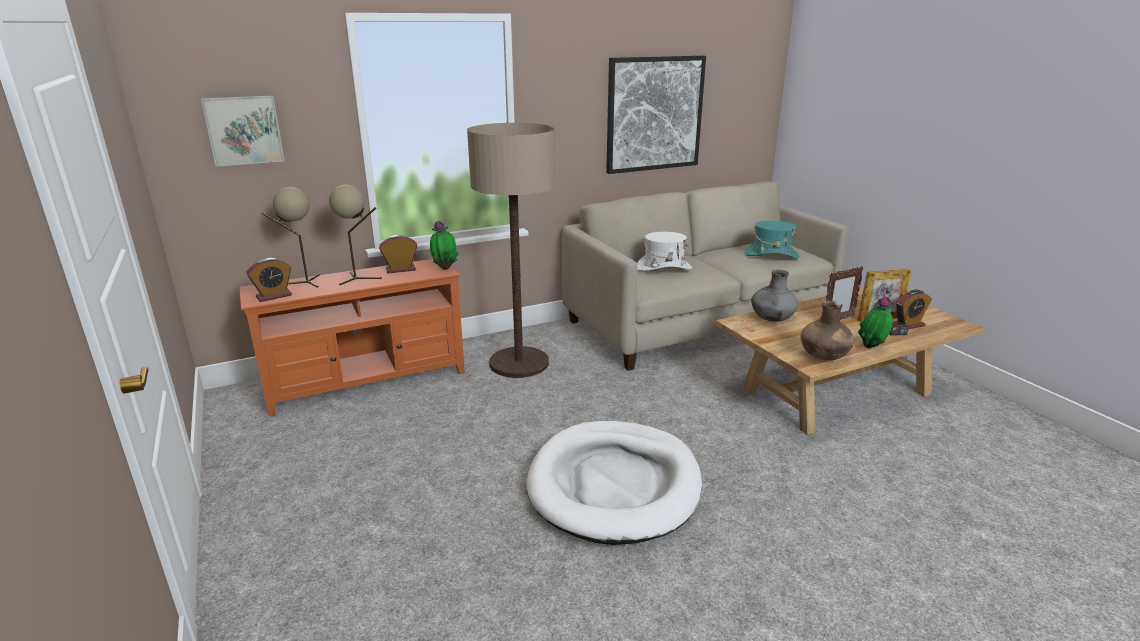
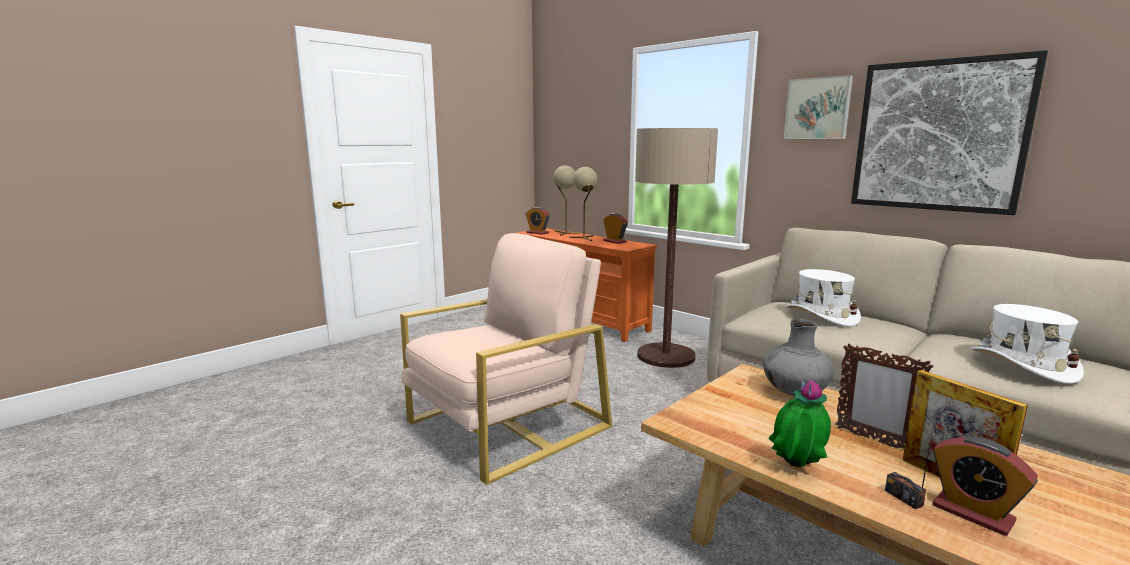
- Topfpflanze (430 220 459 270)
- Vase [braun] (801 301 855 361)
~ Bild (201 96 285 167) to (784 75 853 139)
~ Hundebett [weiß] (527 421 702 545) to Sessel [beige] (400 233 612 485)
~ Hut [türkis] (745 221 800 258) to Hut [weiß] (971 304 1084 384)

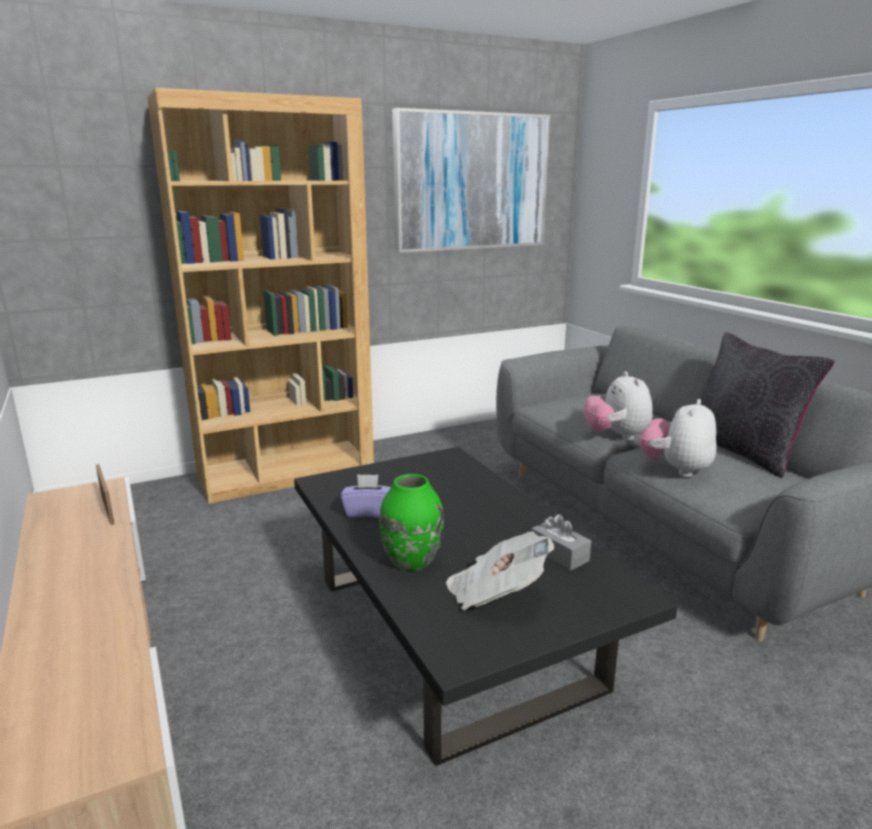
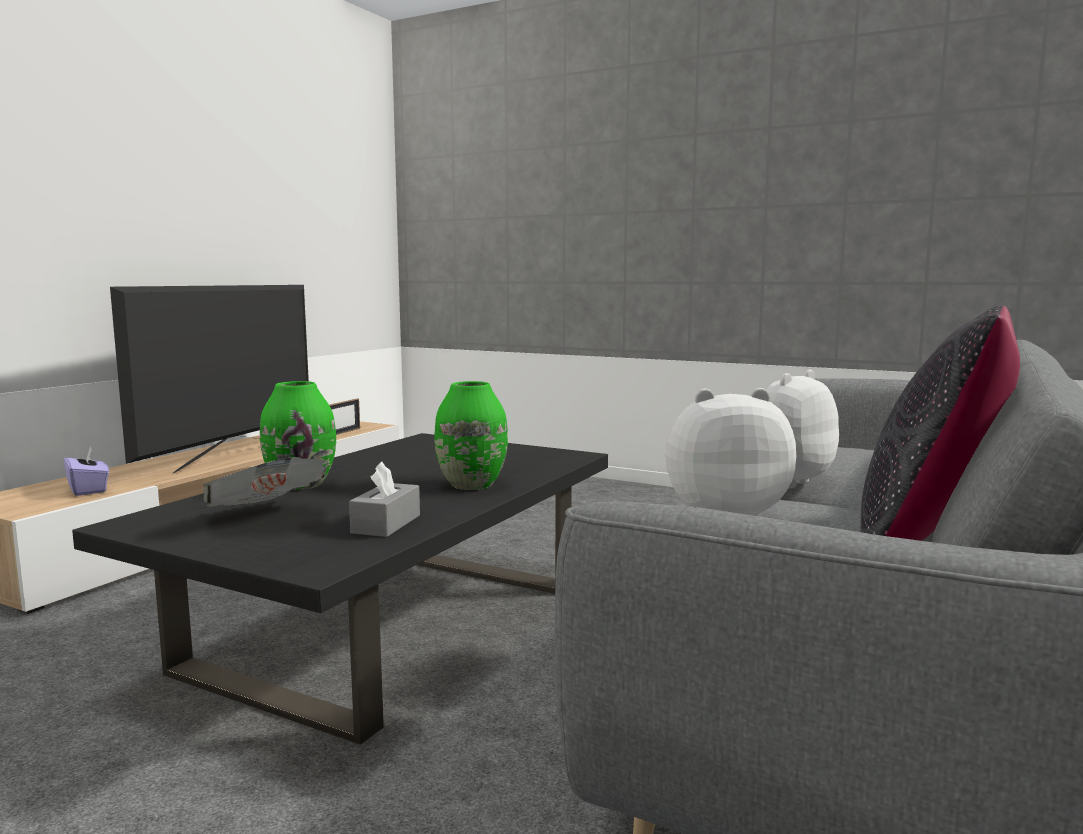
- Bücherregal [braun] (147 88 374 504)
- Bild (392 108 550 253)
+ Fernseher (110 285 309 474)
+ Vase [grün] (435 381 508 490)
~ Taschentuchbox [lila] (341 474 391 517) to (64 446 109 496)

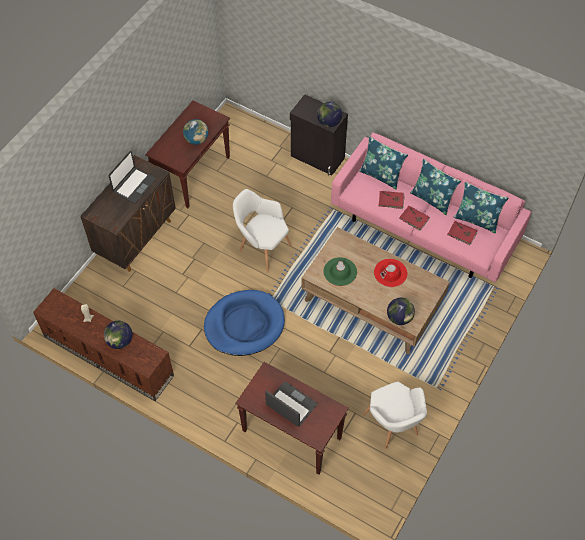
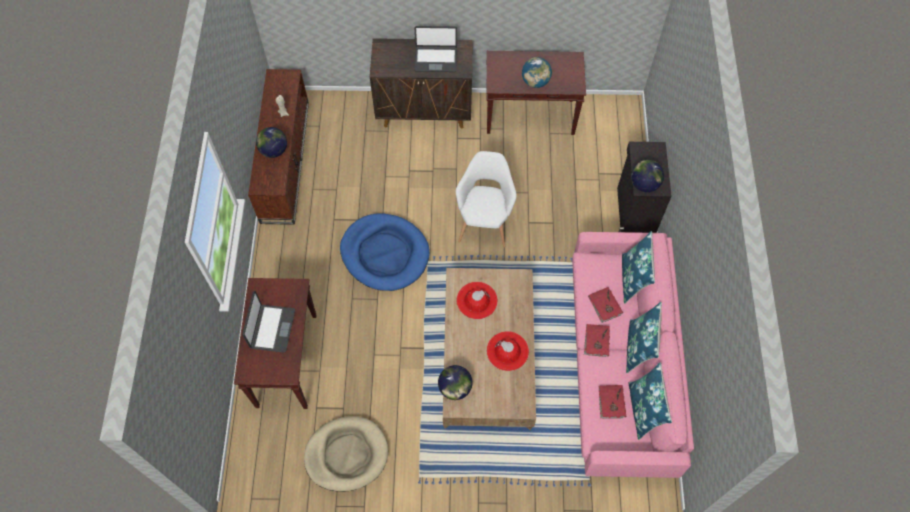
~ Sessel [weiß] (362 382 427 449) to Hundebett [beige] (304 416 388 492)
~ Hut [grün] (323 257 357 286) to Hut [rot] (457 282 498 319)

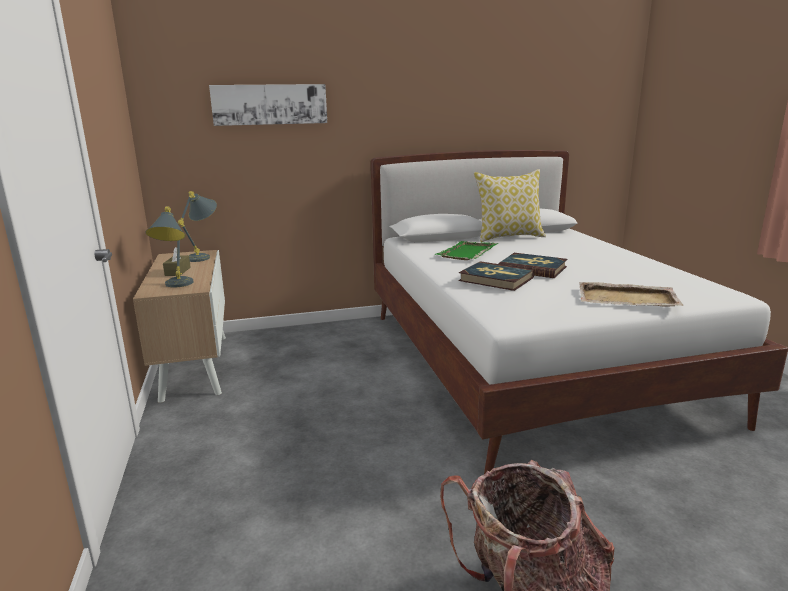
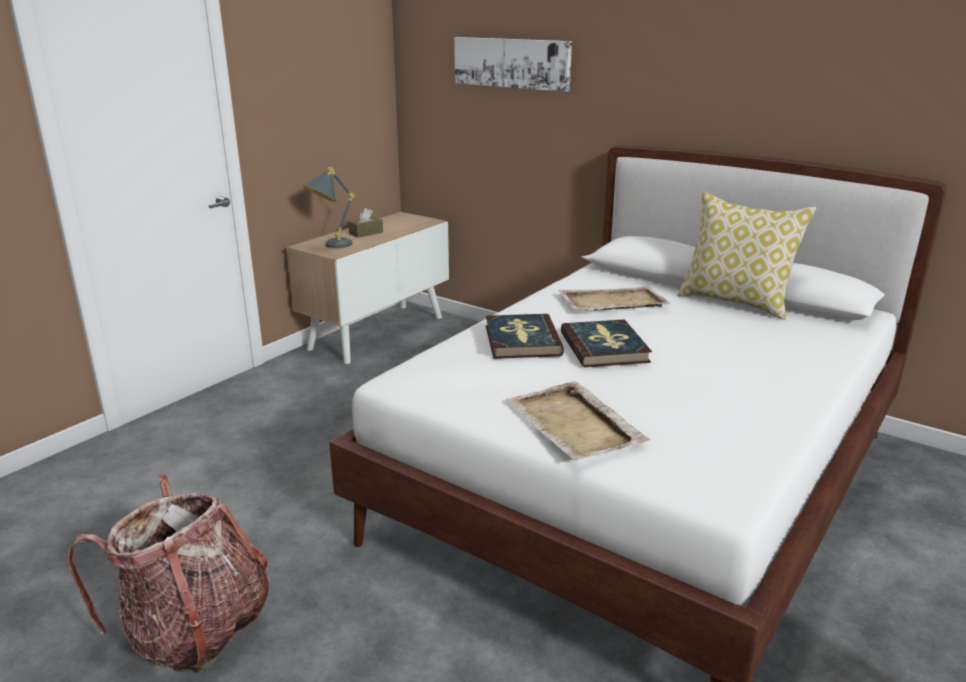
- Tischlampe [grau] (178 191 217 262)
~ Tablett [grün] (434 241 499 260) to Tablett [beige] (558 286 671 311)

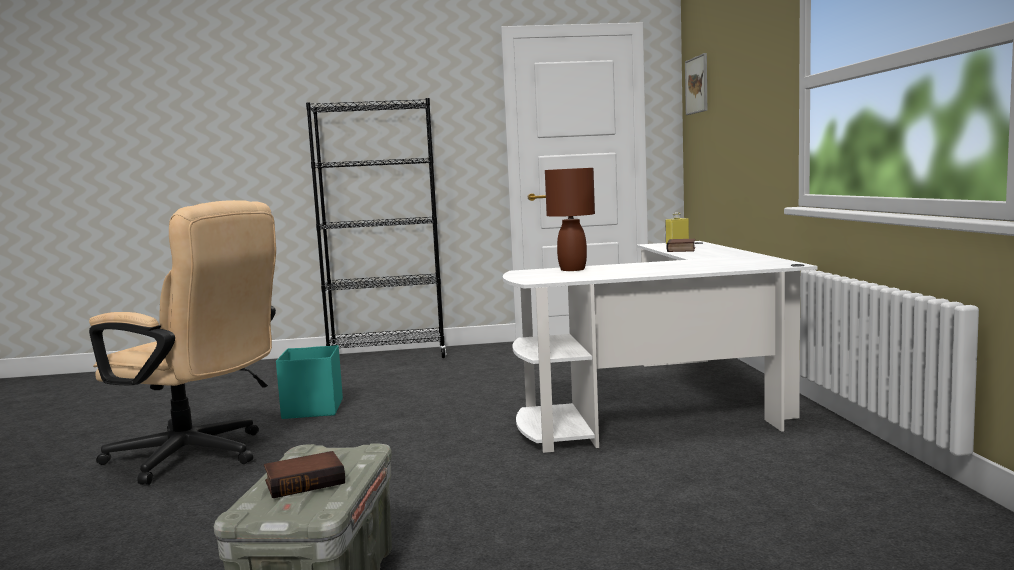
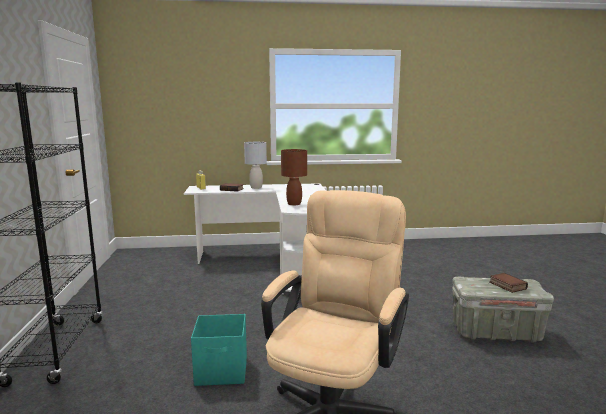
- Bild (685 53 707 115)
+ Tischlampe [grau] (244 142 267 189)

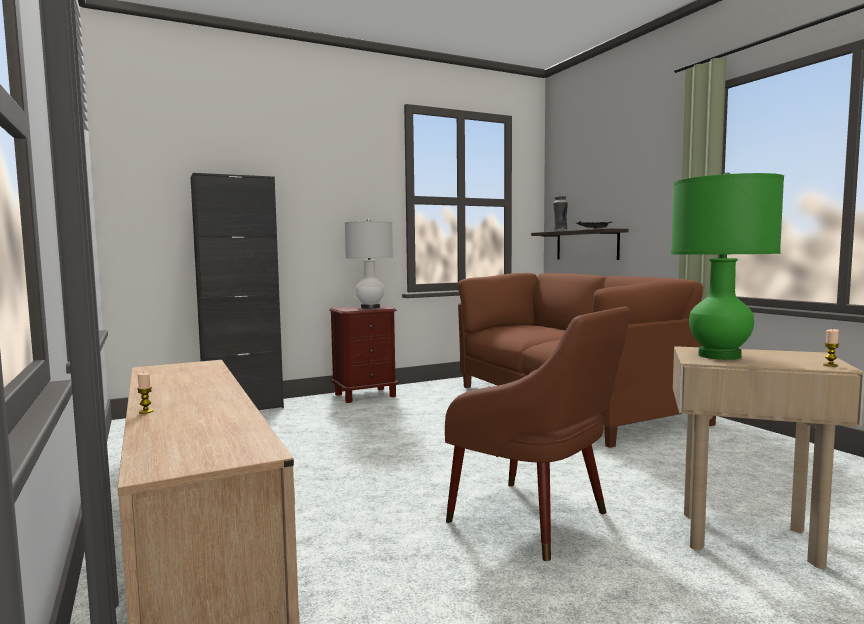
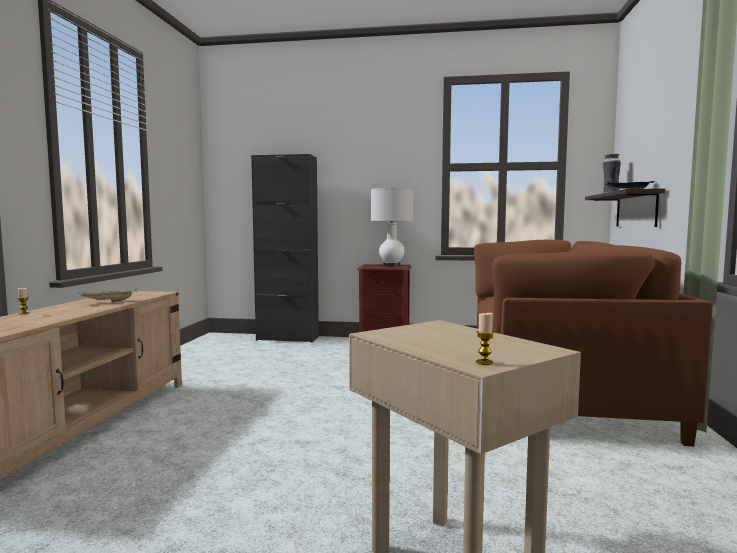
- Sessel [braun] (445 307 630 561)
- Tischlampe [grün] (671 173 784 360)
+ Tablett [beige] (78 288 138 302)

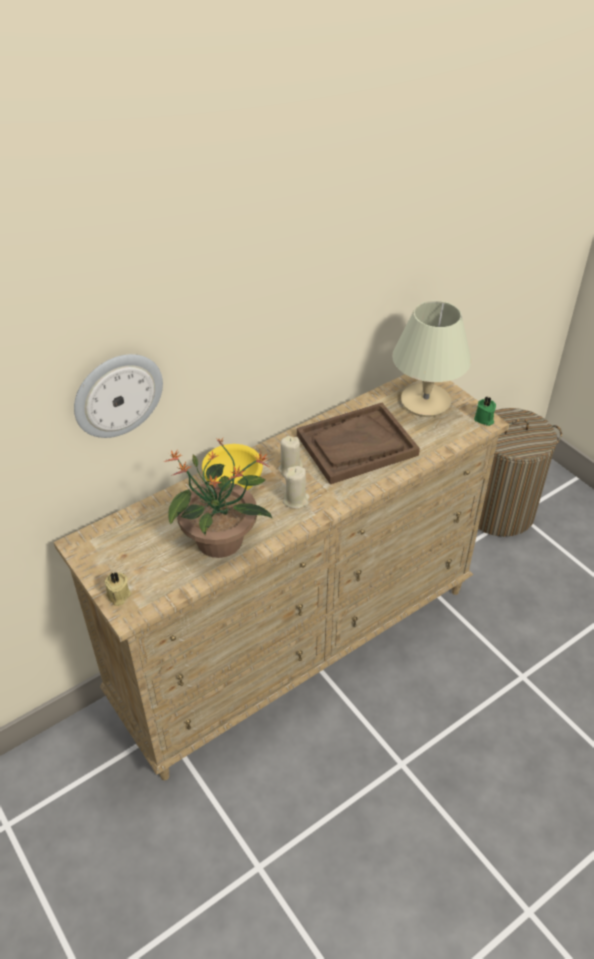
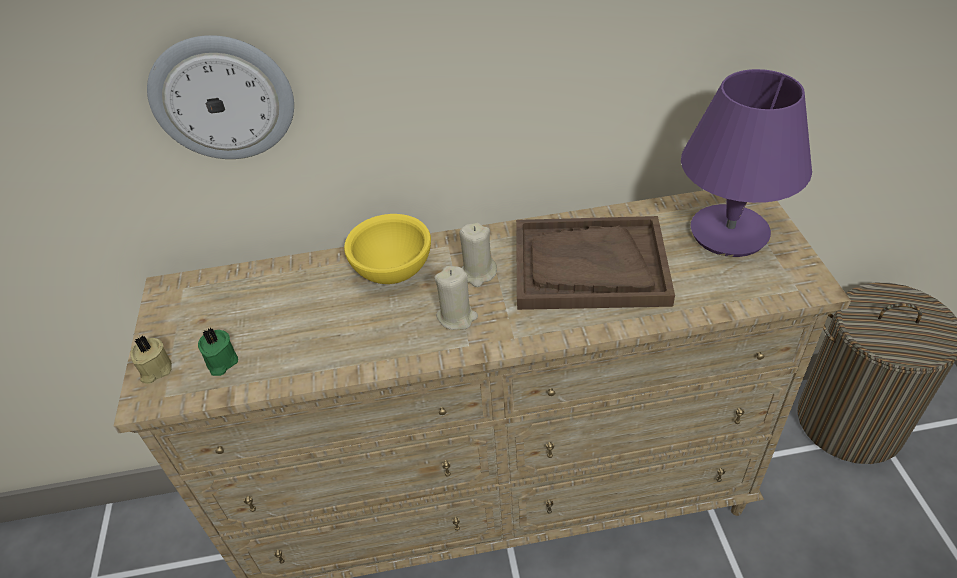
- Topfpflanze (163 438 273 558)
~ Kerze [grün] (474 397 496 426) to (198 328 238 376)
~ Tischlampe [beige] (392 301 471 417) to Tischlampe [lila] (681 69 812 257)

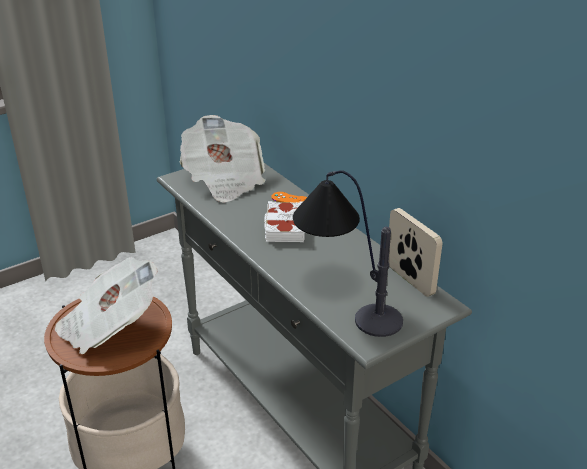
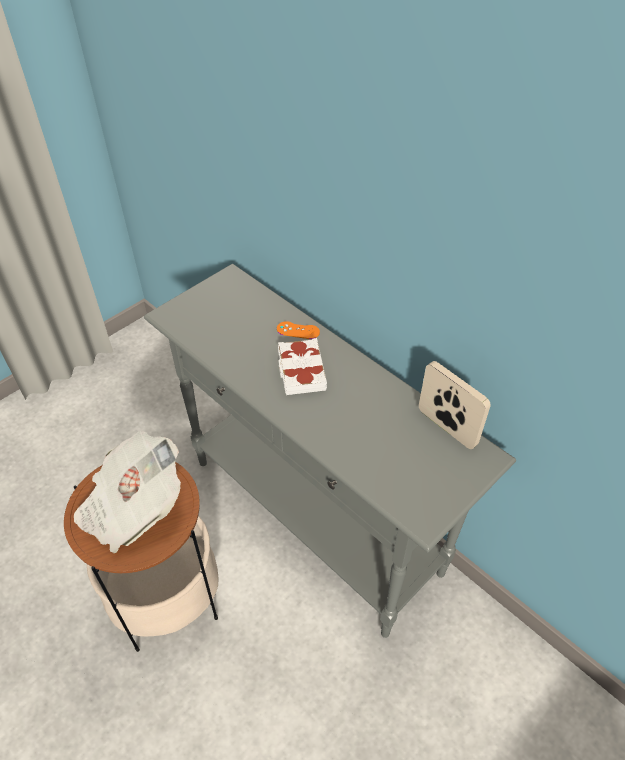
- Zeitung (179 115 265 203)
- Tischlampe (293 170 403 337)

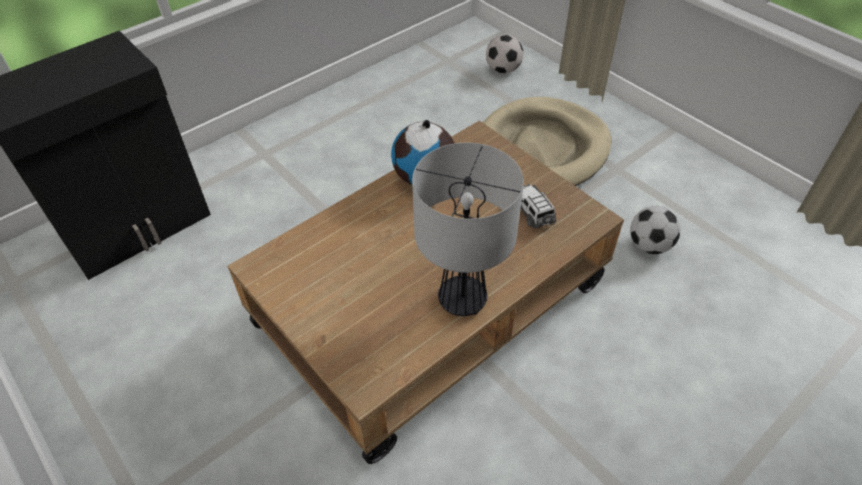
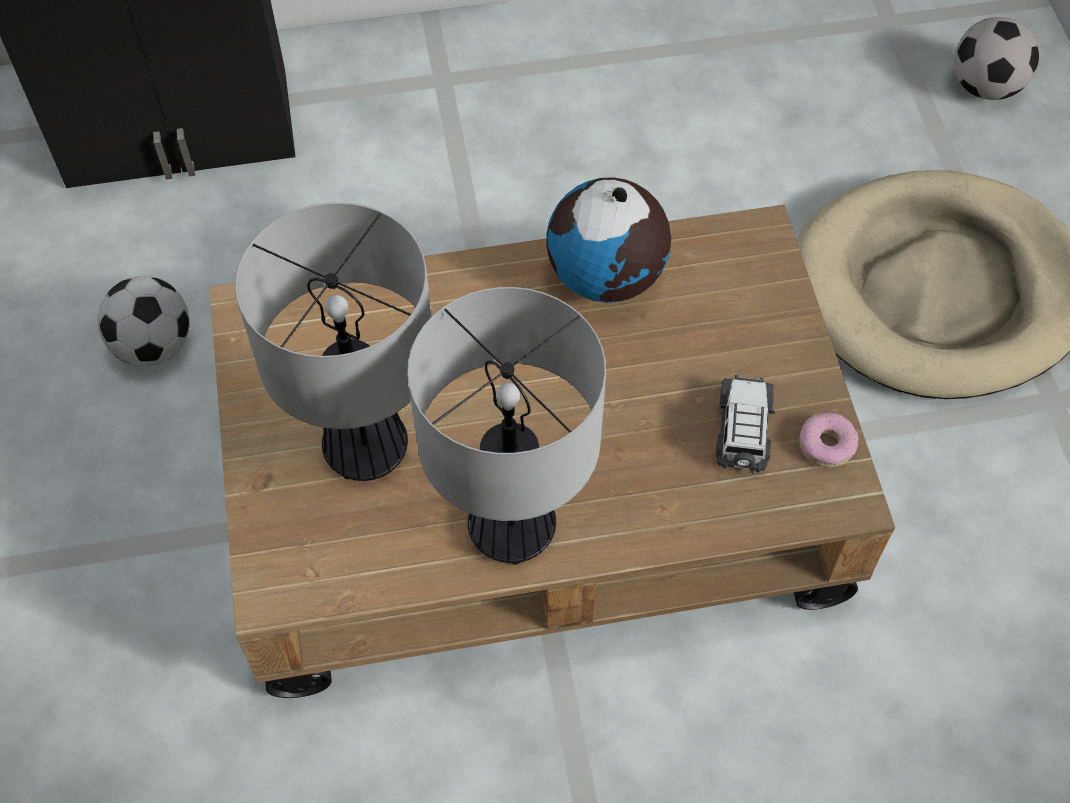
+ Tischlampe (235 202 432 481)
+ Donut (799 413 859 468)
~ Fußball (630 206 680 254) to (97 276 190 366)

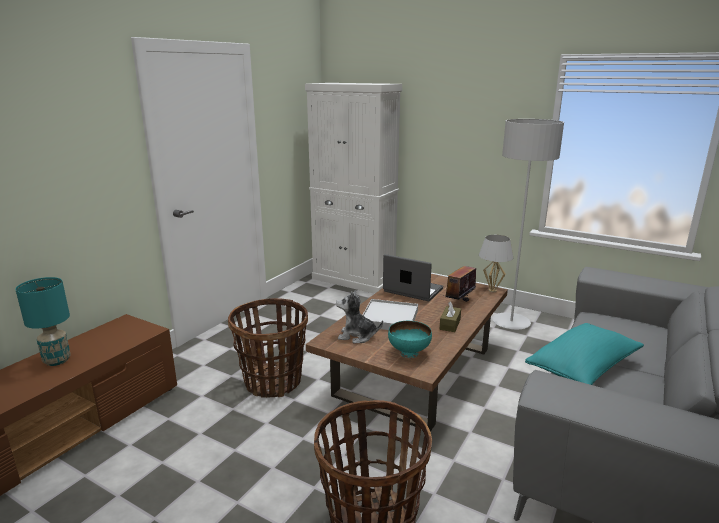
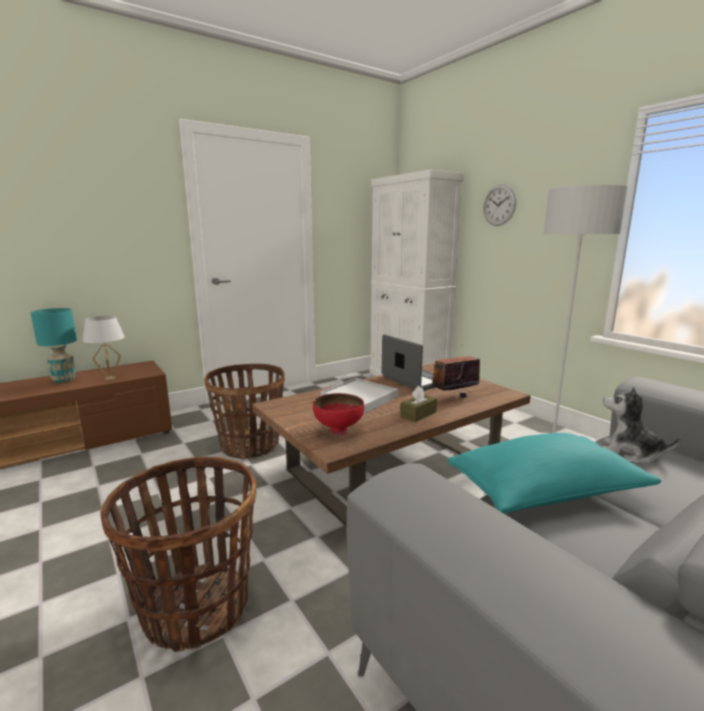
+ Wanduhr (483 185 516 226)
~ Plüschtier (336 291 383 344) to (602 387 681 463)
~ Tischlampe [weiß] (479 235 513 292) to (82 316 125 380)
~ Schüssel [türkis] (388 321 432 358) to Schüssel [rot] (313 393 364 436)

